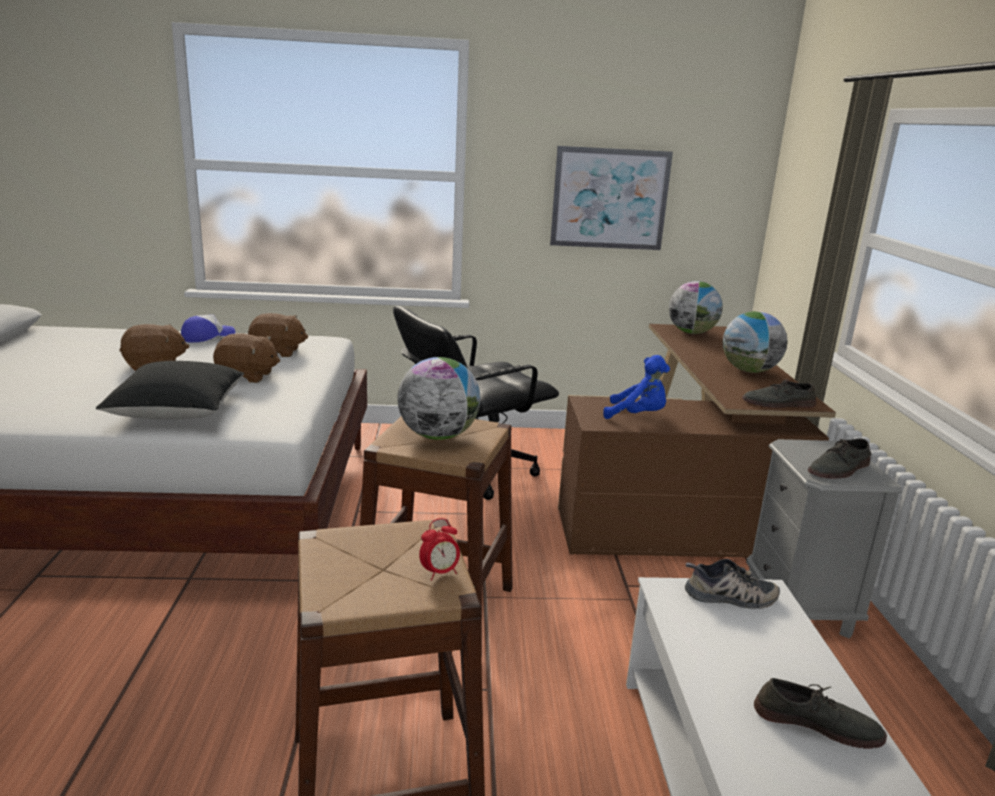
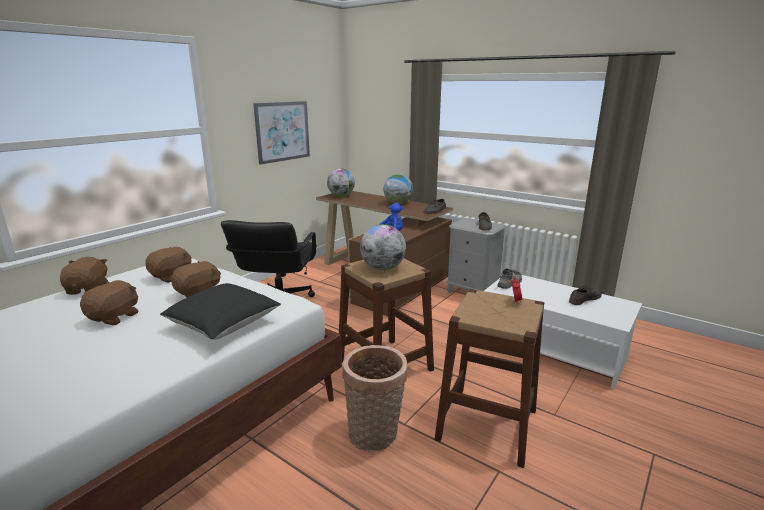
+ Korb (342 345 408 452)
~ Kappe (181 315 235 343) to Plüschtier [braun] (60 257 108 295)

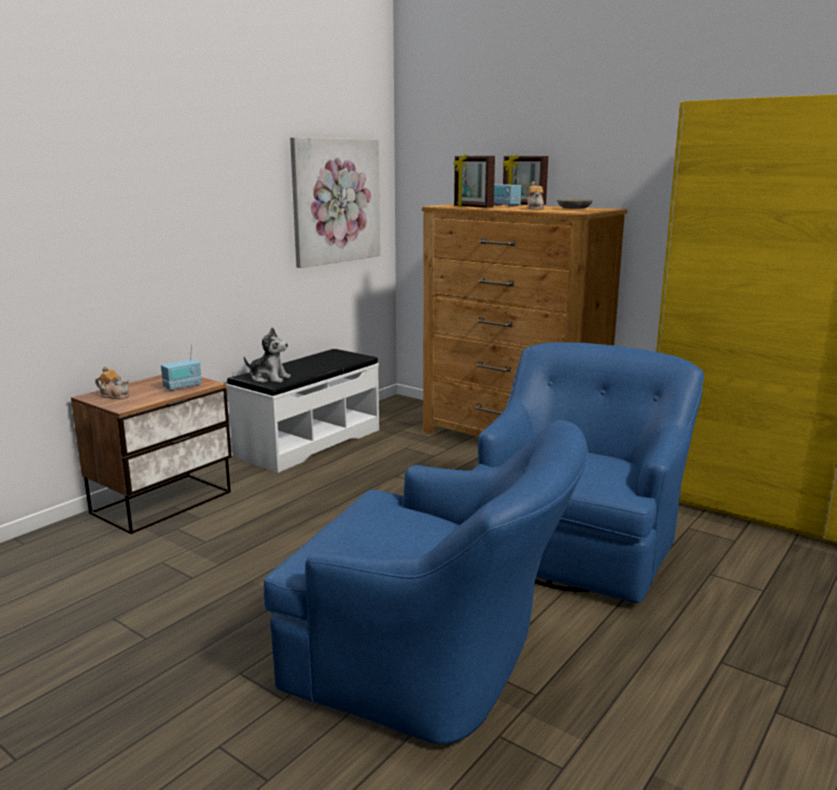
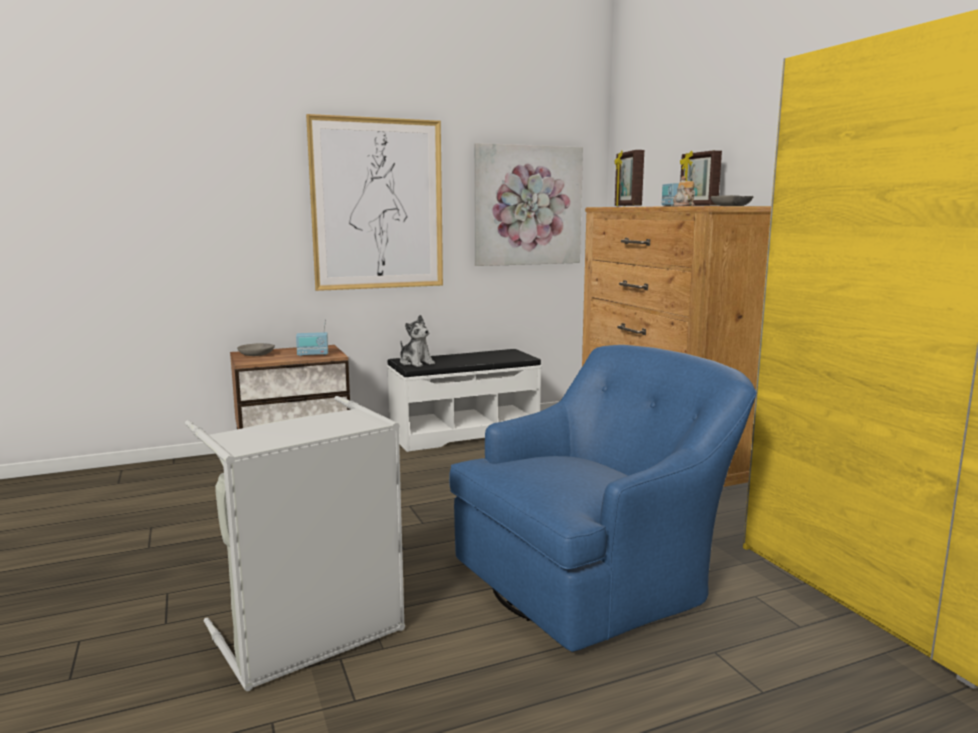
+ Bild (306 114 443 291)
~ Teekanne (95 366 129 399) to Schüssel [grau] (237 343 275 356)
~ Sessel [blau] (264 420 588 744) to Wäschekorb [grau] (185 396 405 691)

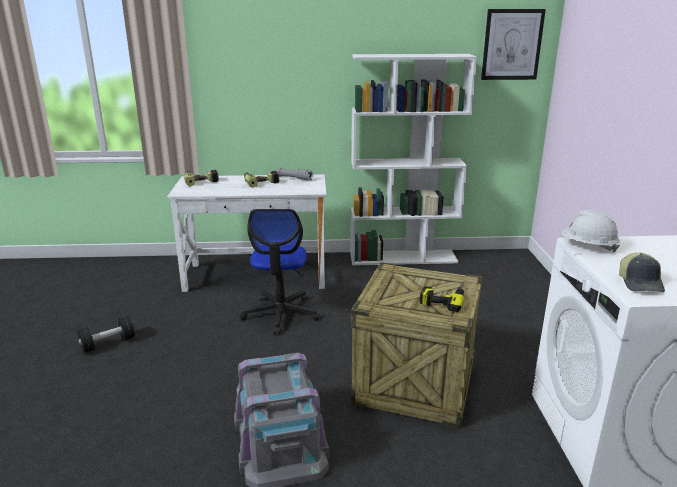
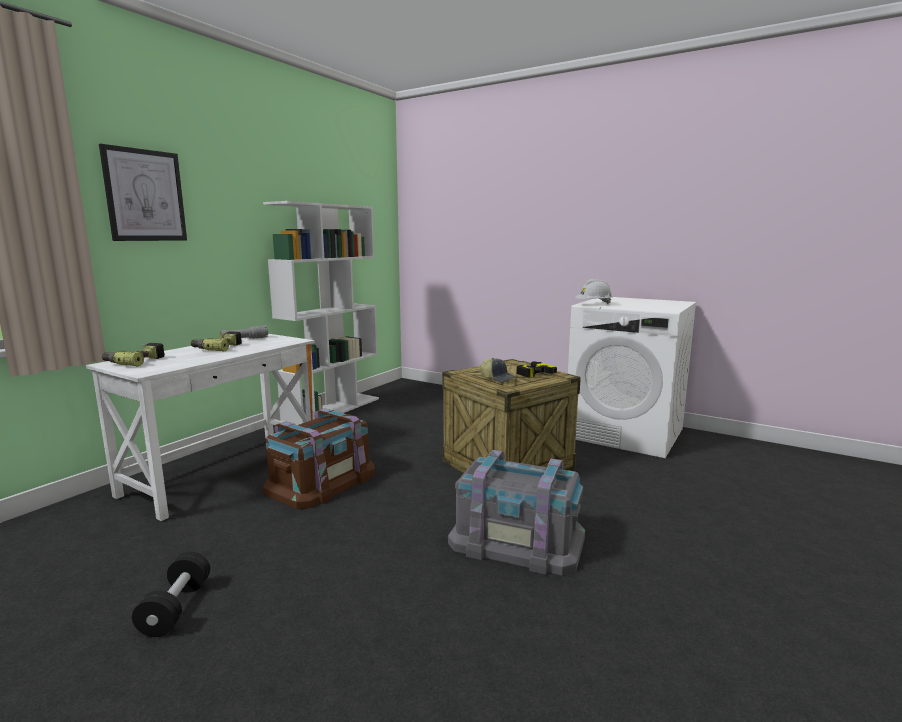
~ Bild (481 9 546 80) to (99 144 187 241)
~ Kappe (619 252 665 292) to (480 358 517 382)
~ Bürostuhl (240 209 320 334) to Aufbewahrungsbox [braun] (263 408 375 509)

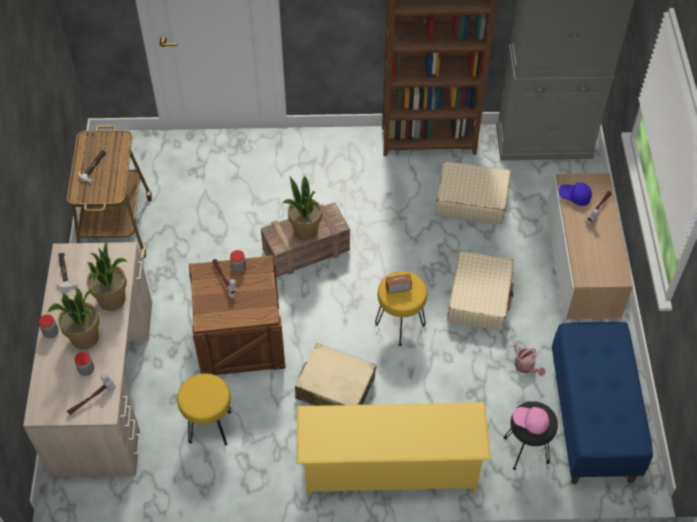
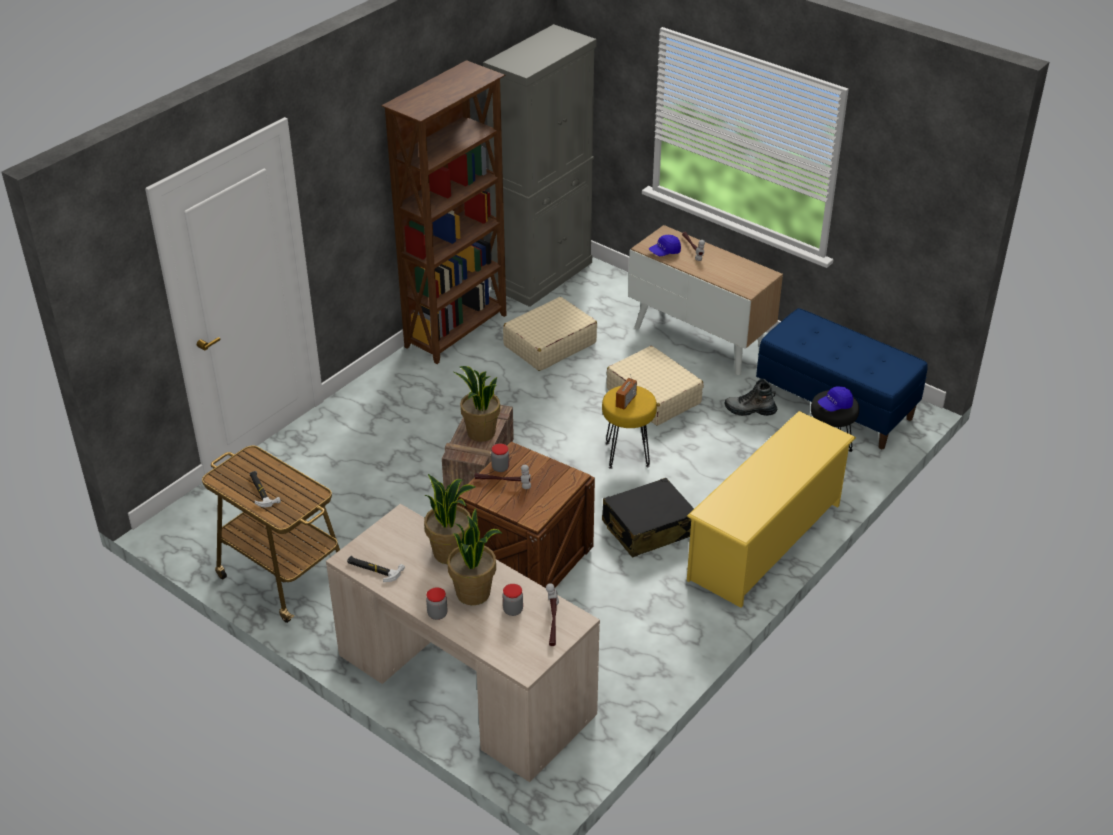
- Hocker [gelb] (177 374 231 445)
~ Gießkanne (514 344 545 376) to Stiefel (725 379 777 416)
~ Koffer [beige] (295 343 376 406) to Koffer [schwarz] (602 478 694 557)
~ Kappe [rosa] (513 407 549 434) to Kappe [blau] (818 386 853 412)

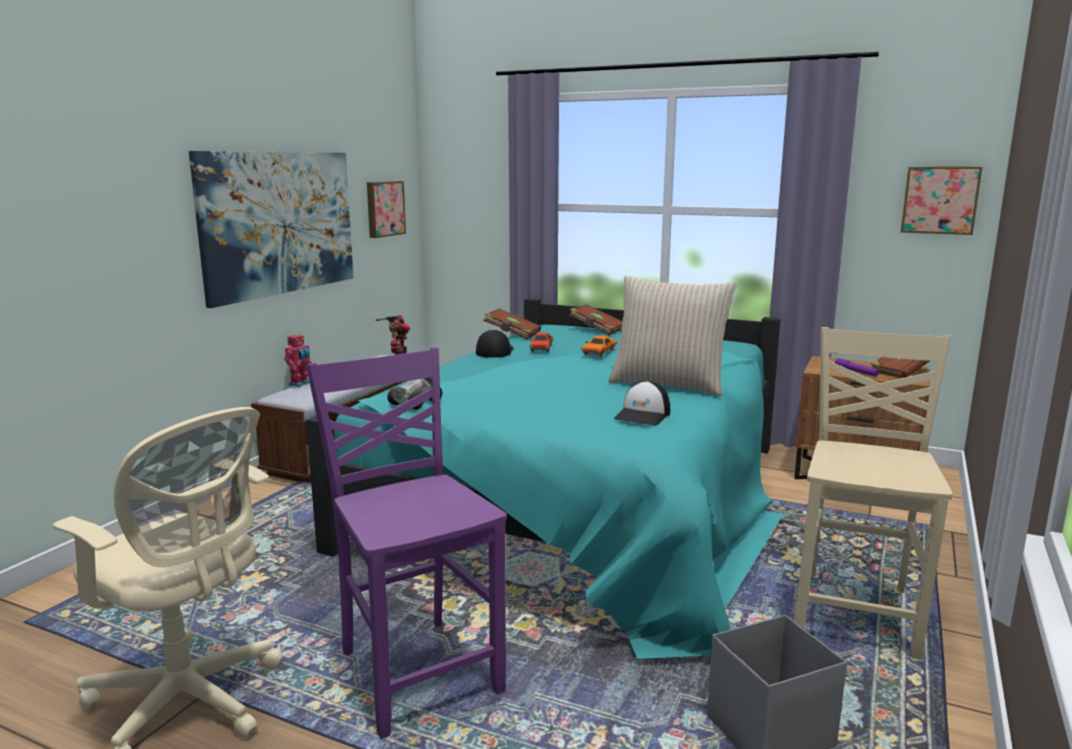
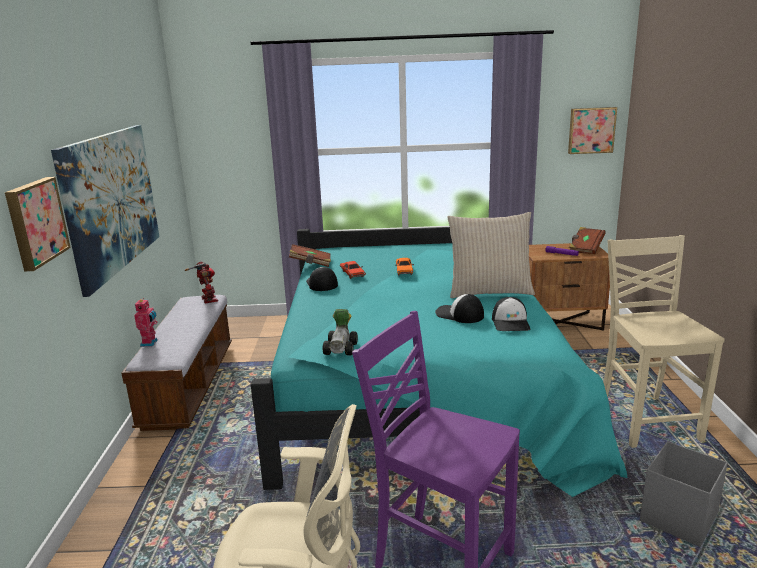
- Buch [braun] (569 305 622 335)
+ Kappe (435 294 484 323)
~ Bild (367 181 406 238) to (5 177 71 271)

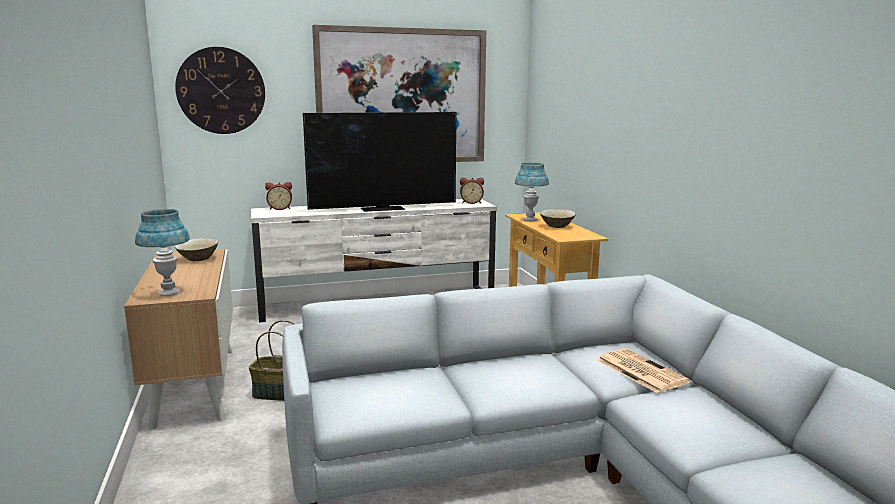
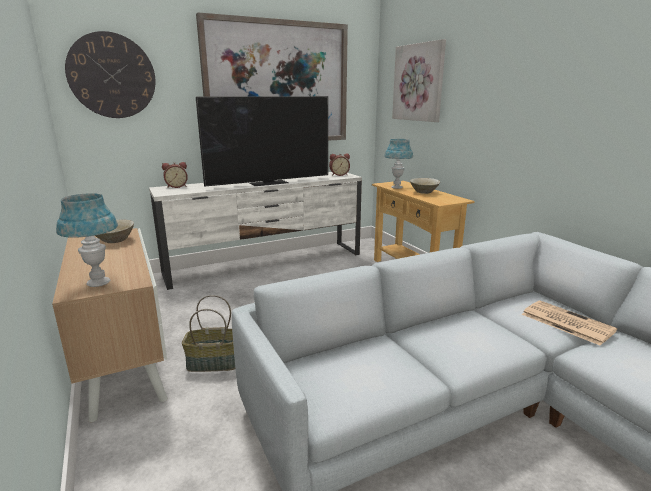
+ Bild (392 39 446 122)

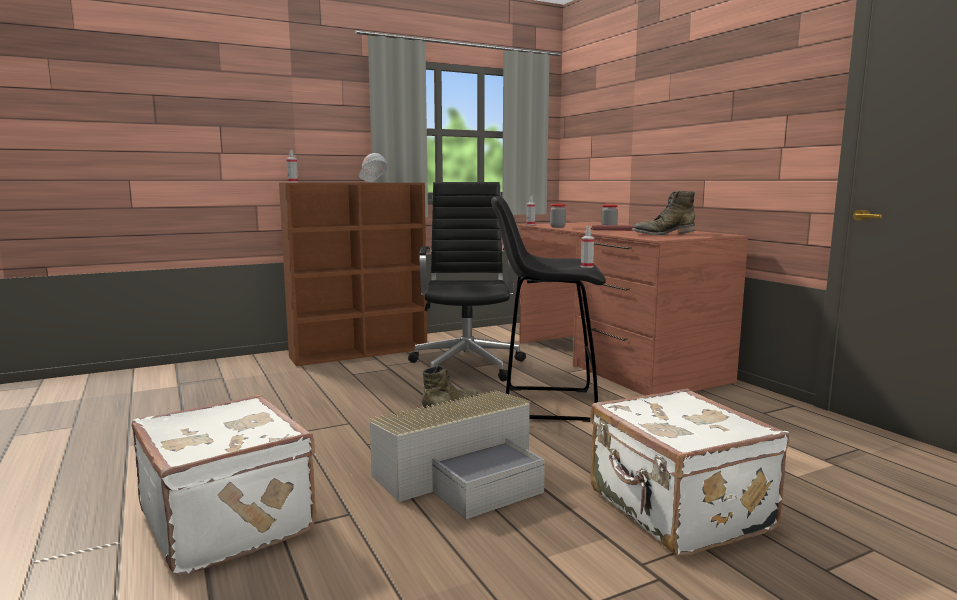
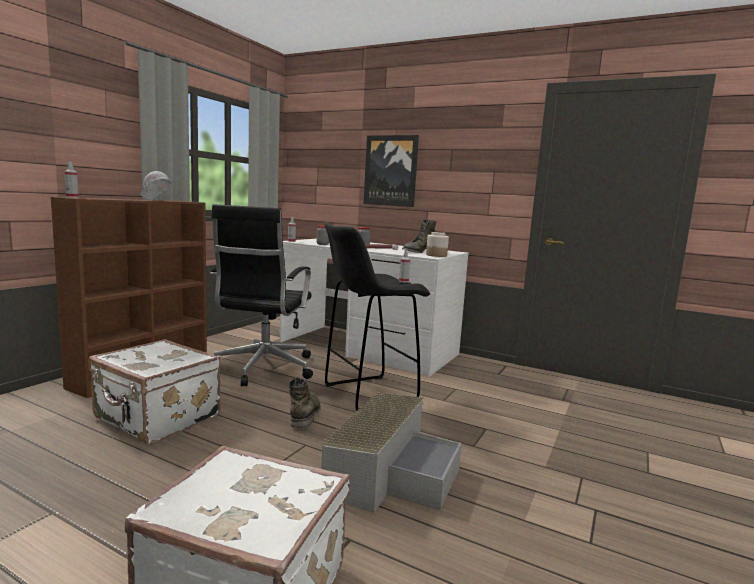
+ Bild (364 135 419 207)
+ Vorratsglas (426 232 449 257)
~ Koffer [weiß] (590 389 789 557) to (88 339 221 444)
~ Schreibtisch [braun] (518 222 749 396) to Schreibtisch [weiß] (280 238 469 377)
~ Bürostuhl [schwarz] (408 182 526 382) = (210 204 313 386) 135 degrees counterclockwise

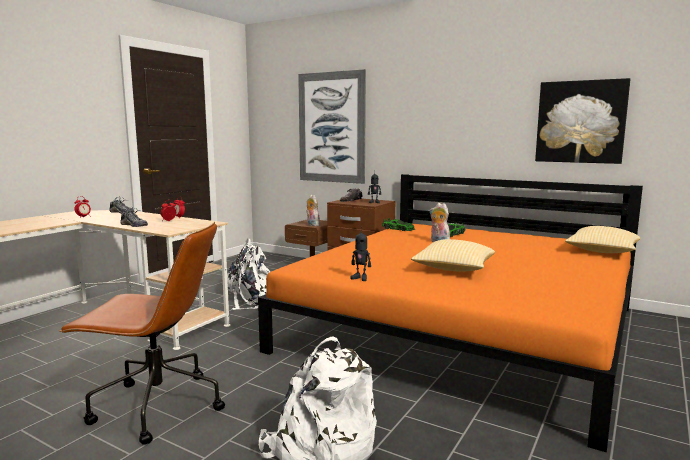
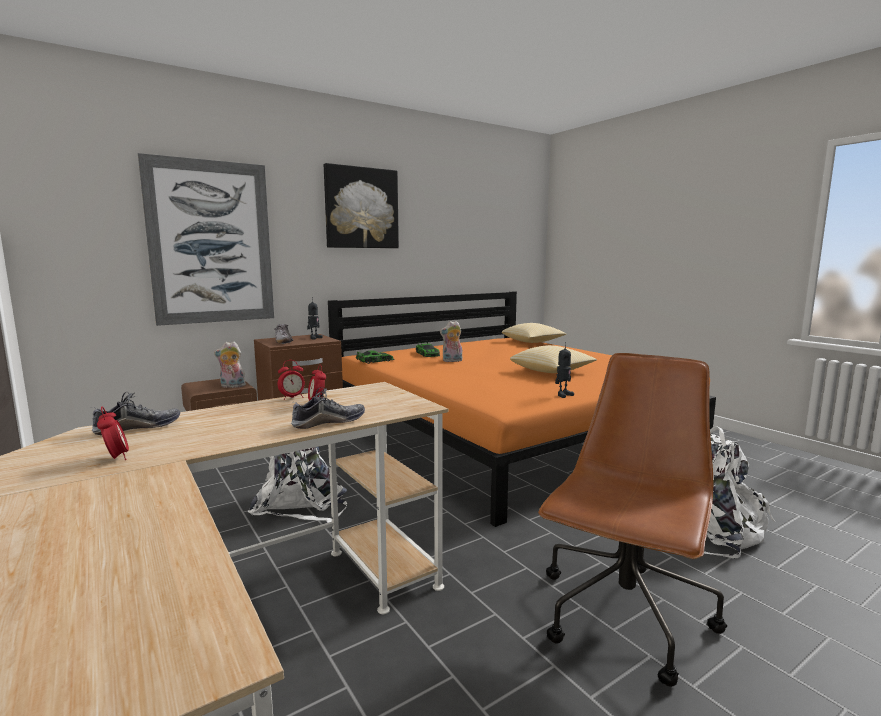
~ Bild (535 78 630 164) to (324 163 399 248)

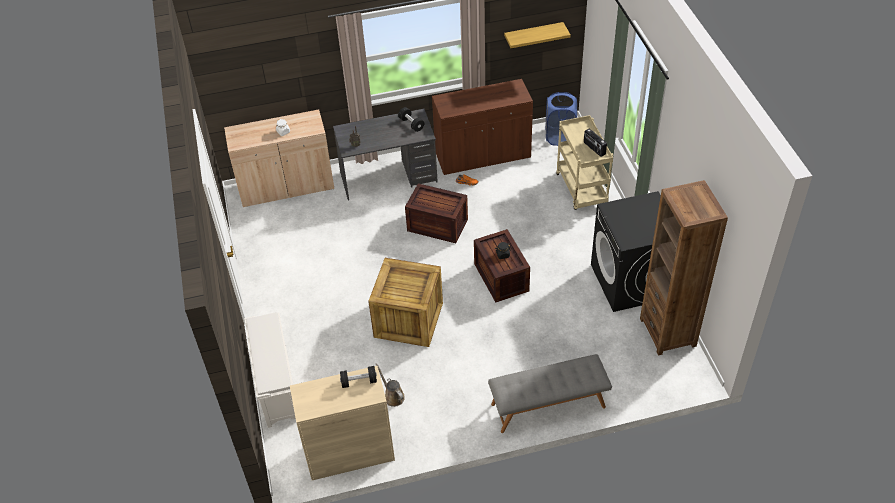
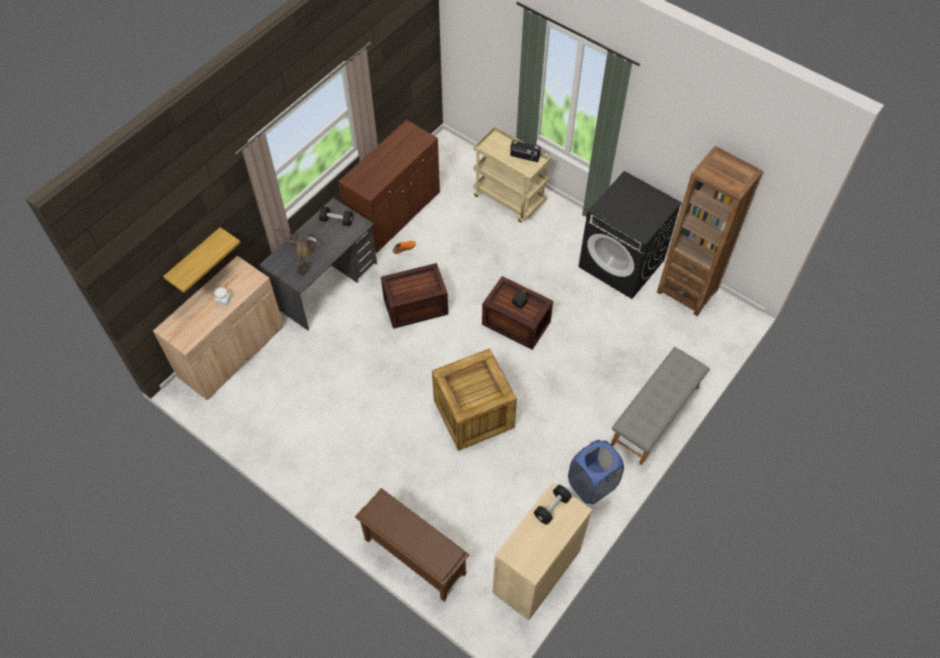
~ Gießkanne [braun] (376 363 404 407) to (273 227 318 258)
~ Wandregal (504 22 571 49) to (163 227 241 293)
~ Wäschekorb [blau] (546 92 577 146) to (568 440 624 504)
~ Schuhregal [weiß] (244 312 296 428) to Schuhregal [braun] (355 488 470 601)

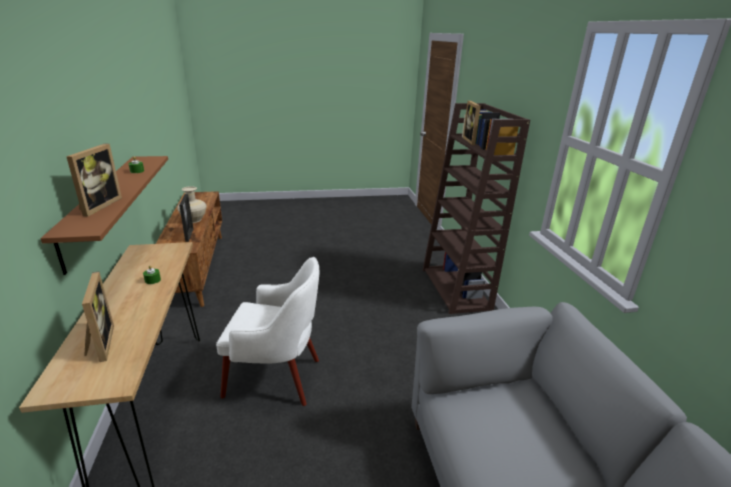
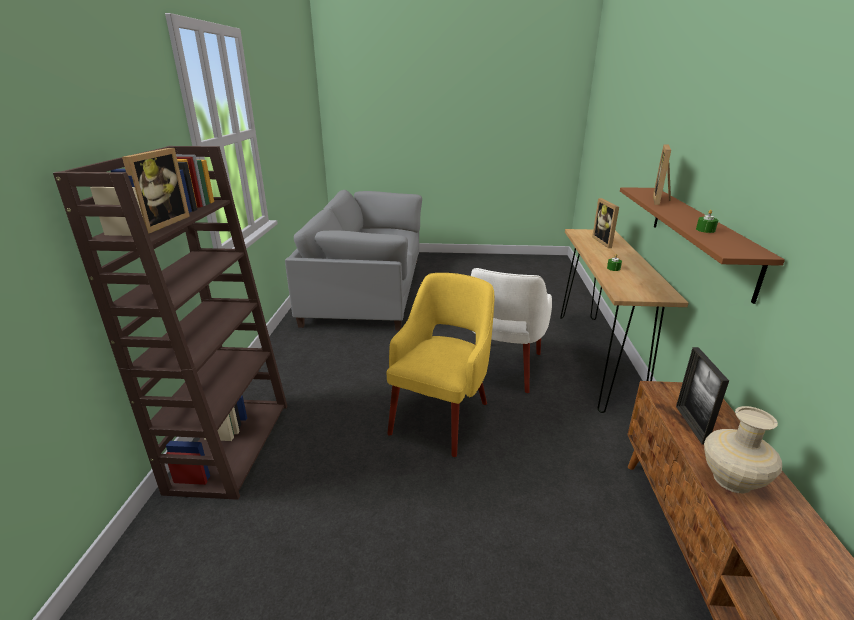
+ Sessel [gelb] (386 273 495 457)
~ Sessel [weiß] (216 257 319 406) = (471 268 552 393) 90 degrees counterclockwise

